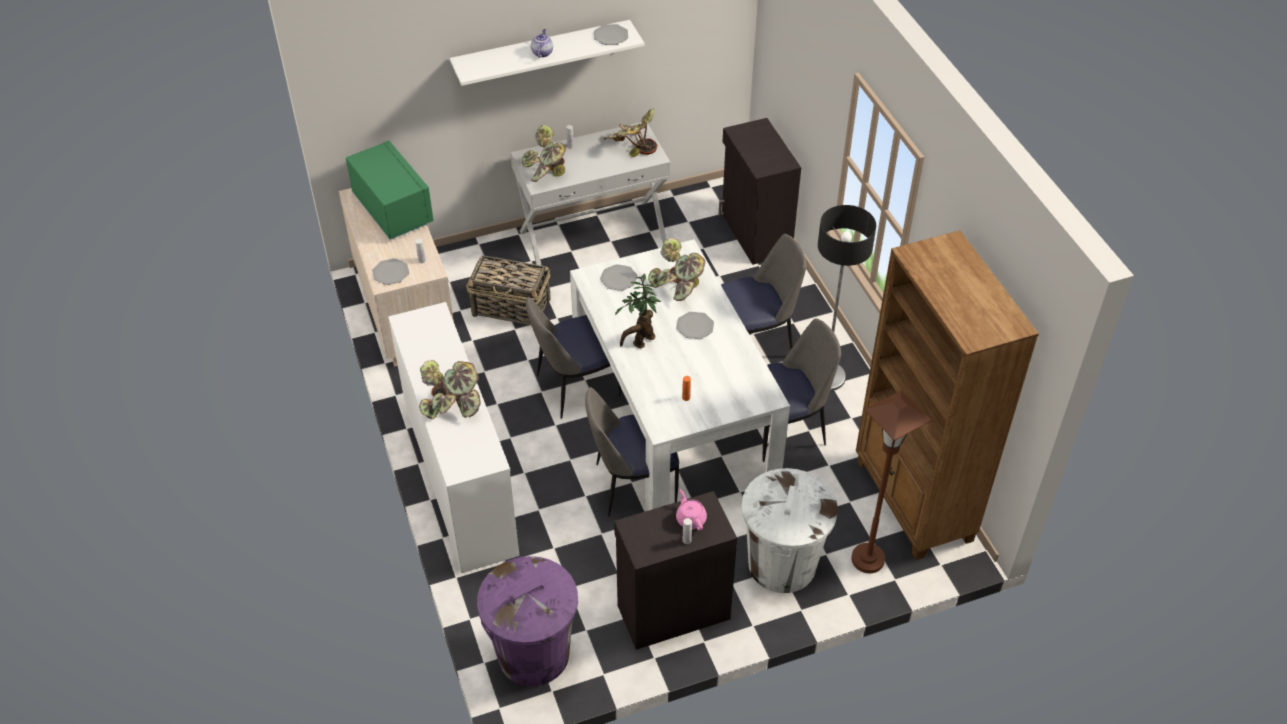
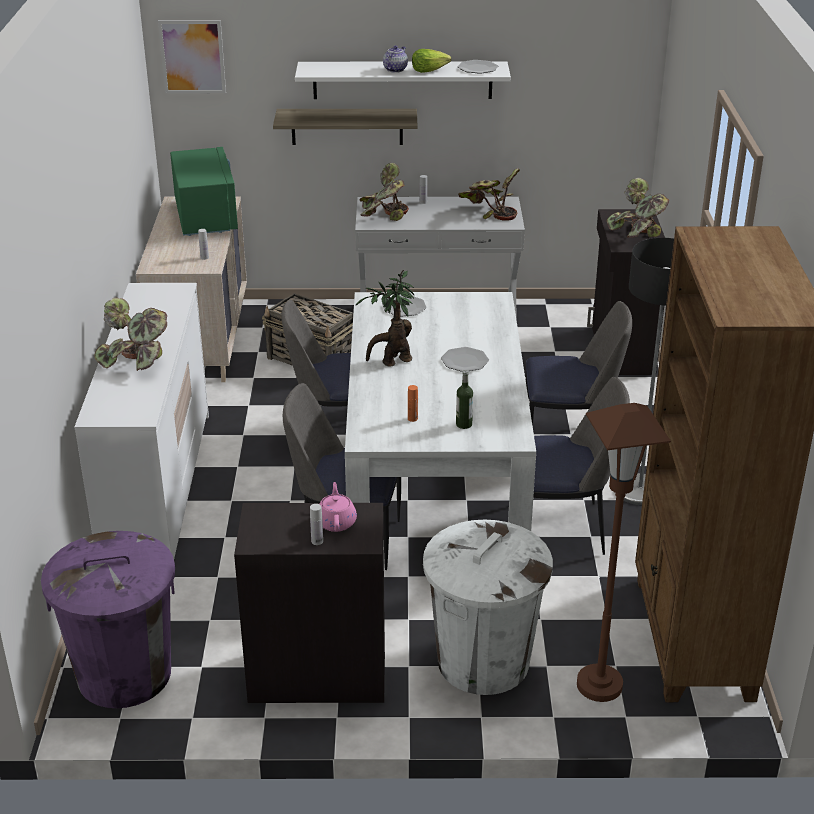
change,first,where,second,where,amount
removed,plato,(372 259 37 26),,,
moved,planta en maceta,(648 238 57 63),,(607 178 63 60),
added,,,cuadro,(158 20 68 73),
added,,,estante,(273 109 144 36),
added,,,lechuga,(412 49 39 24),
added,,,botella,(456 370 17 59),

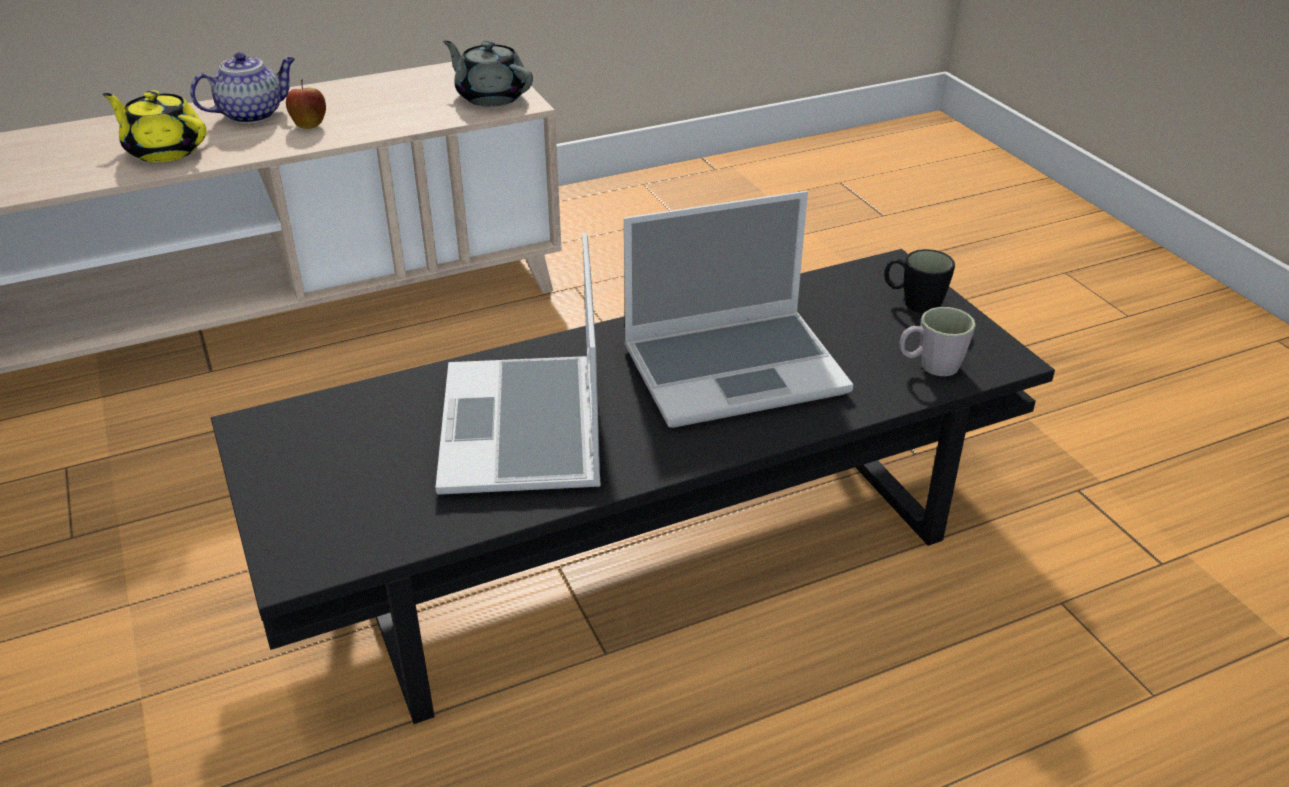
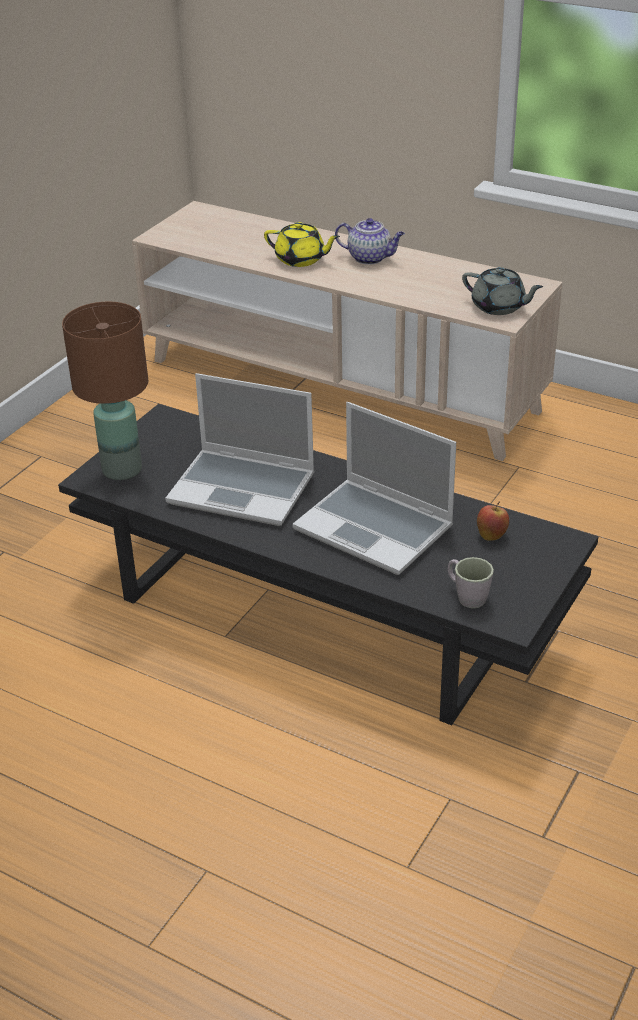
change,first,where,second,where,amount
turned,tetera (amarillo),(103 90 103 72),,(264 222 76 45),120 degrees clockwise
moved,manzana,(286 79 40 50),,(477 501 32 40),
turned,portátil,(435 233 166 262),,(165 373 150 153),120 degrees counterclockwise
turned,tetera (gris),(443 40 90 67),,(462 267 81 48),120 degrees clockwise
removed,taza grande (negro),(884 249 71 64),,,
added,,,lámpara de mesa (marrón),(62 302 86 178),

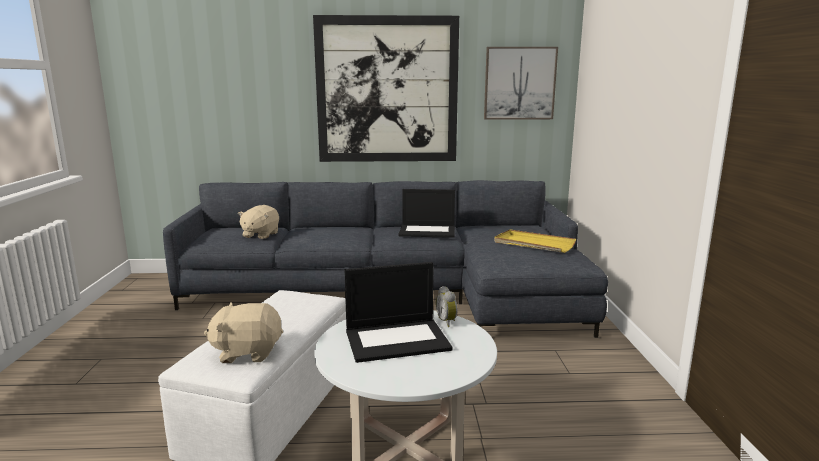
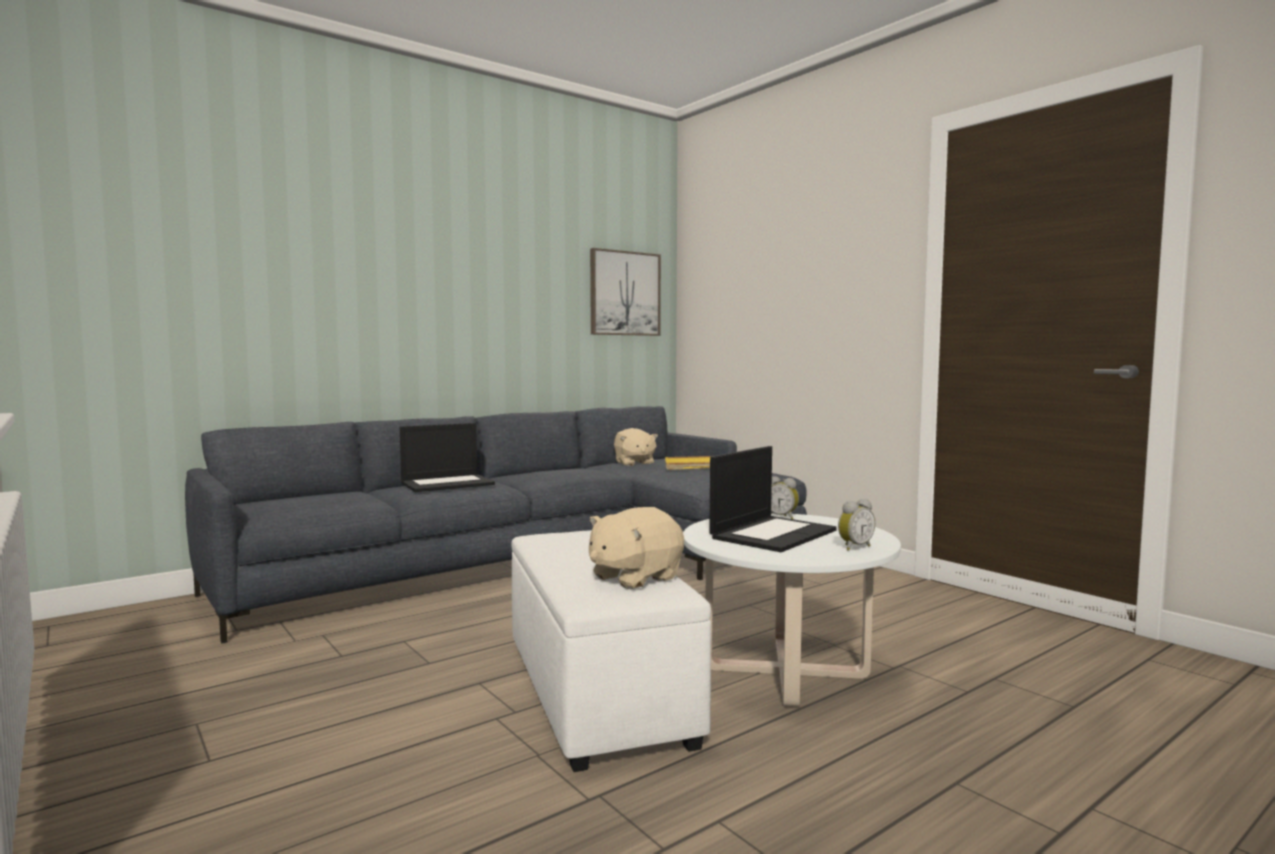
change,first,where,second,where,amount
moved,peluche (beis),(238 205 41 34),,(614 428 44 38),
removed,cuadro,(313 15 146 147),,,
moved,portátil,(399 189 56 49),,(400 423 95 69),
added,,,despertador,(838 499 37 52),

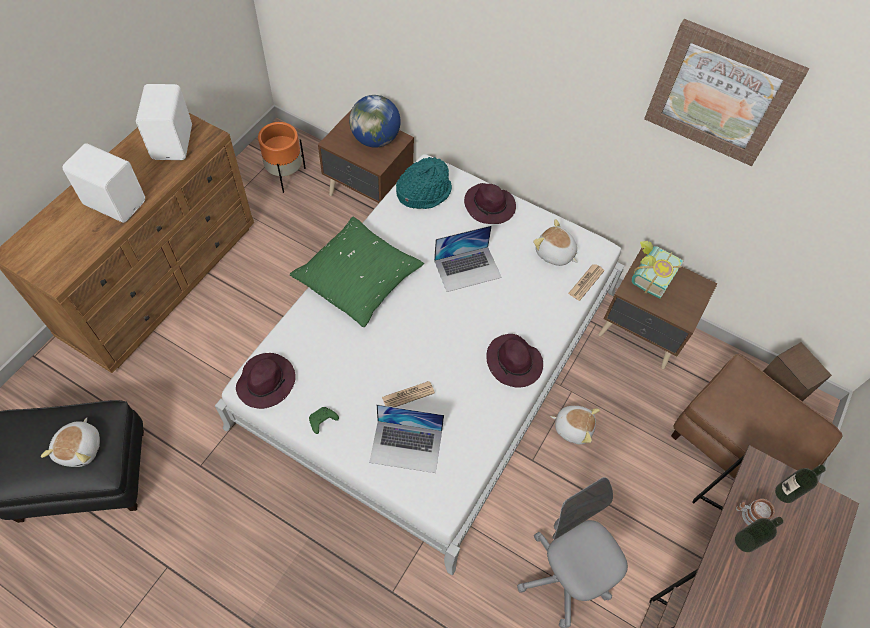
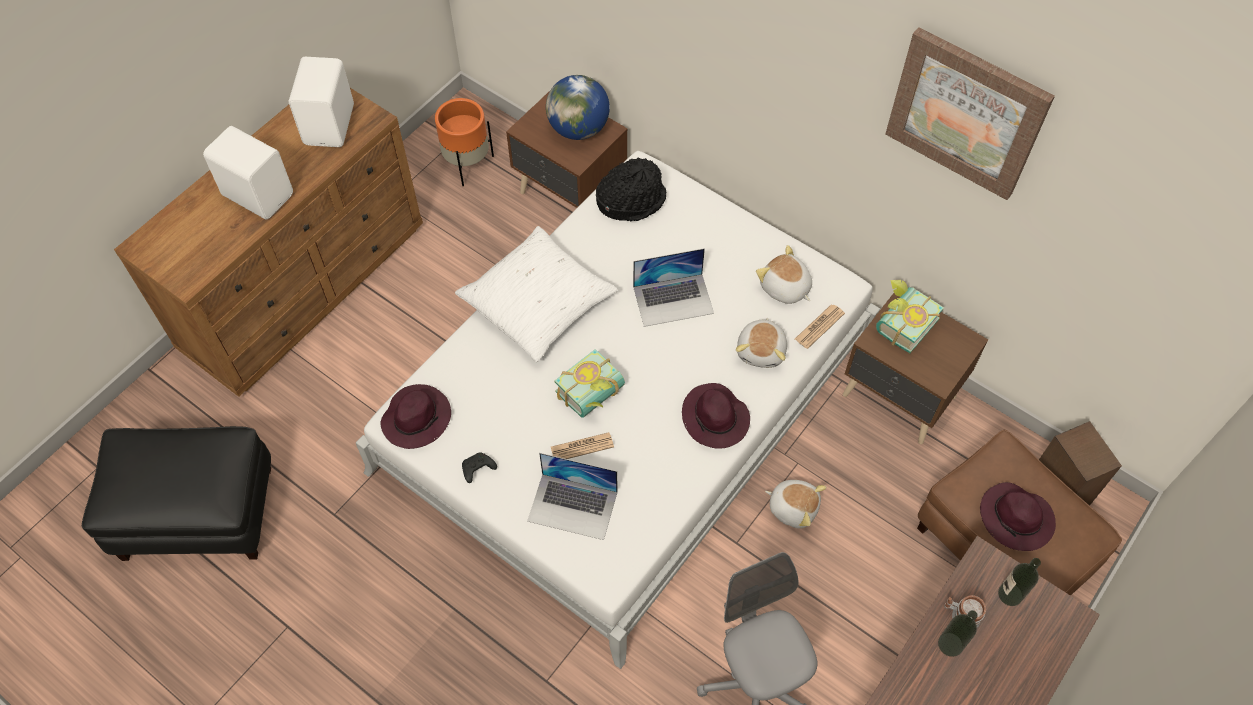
change,first,where,second,where,amount
moved,peluche,(41 417 59 50),,(736 318 51 50),
recoloured,cojín (verde),(289 217 135 110),cojín (blanco),(455 226 164 136),
recoloured,mando de consola (verde),(309 407 30 27),mando de consola (negro),(462 452 35 31),
recoloured,sombrero (turquesa),(396 157 56 52),sombrero (negro),(596 158 70 63),
moved,sombrero (morado),(464 183 52 41),,(980 482 76 69),
added,,,libro,(554 349 71 69),

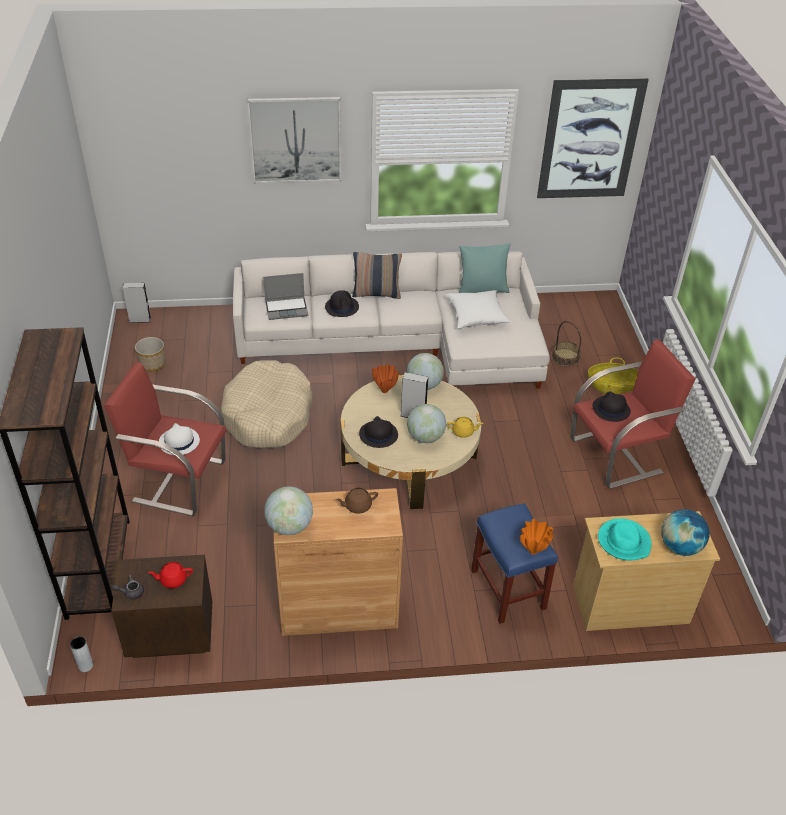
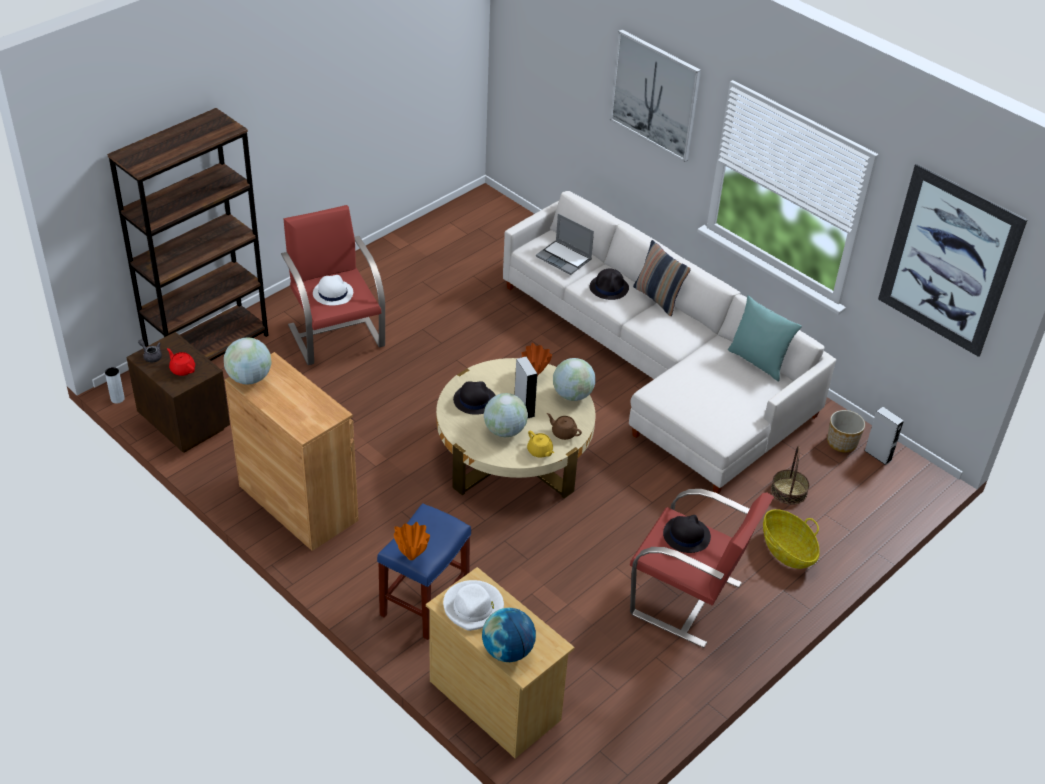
change,first,where,second,where,amount
moved,altavoz (gris),(123 283 28 40),,(864 406 40 59),
moved,maceta,(135 337 30 34),,(827 410 38 42),
removed,cama para perro (beis),(220 360 93 89),,,
moved,tetera (marrón),(336 488 42 26),,(547 413 35 27),
removed,cojín (blanco),(446 290 64 39),,,
recoloured,sombrero (turquesa),(598 518 53 43),sombrero (blanco),(443 580 61 51),

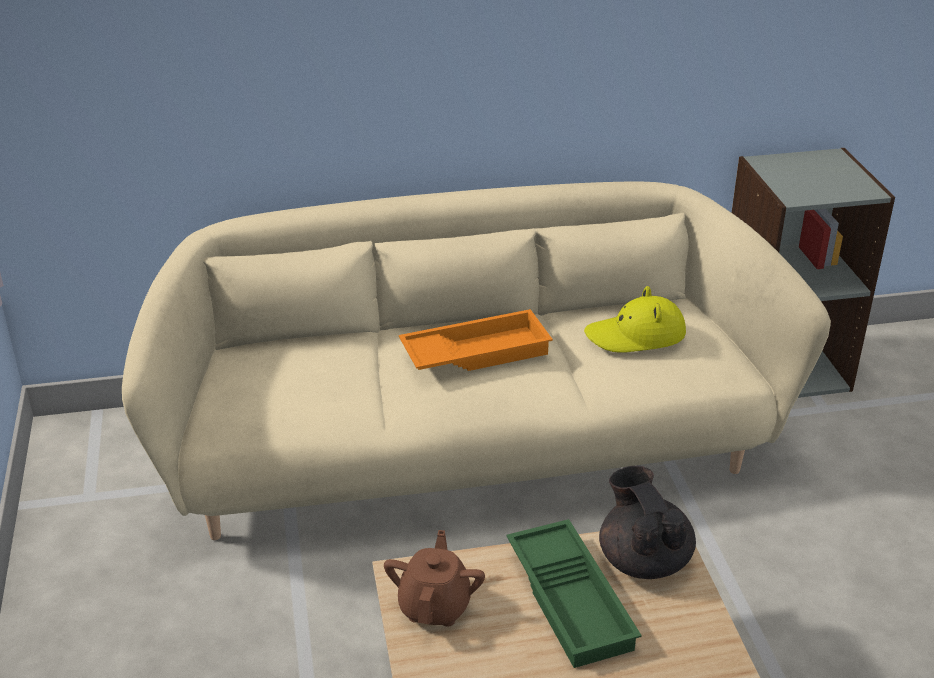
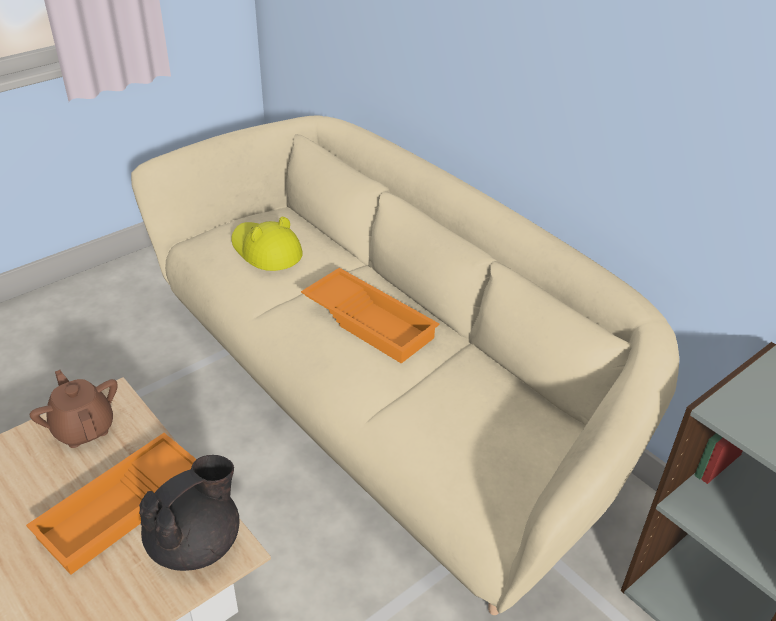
change,first,where,second,where,amount
turned,tetera (marrón),(384 530 101 97),,(30 370 88 78),105 degrees counterclockwise
recoloured,bandeja (verde),(506 519 136 149),bandeja (naranja),(26 433 170 142),
moved,sombrero (amarillo),(584 286 102 67),,(231 217 72 54),

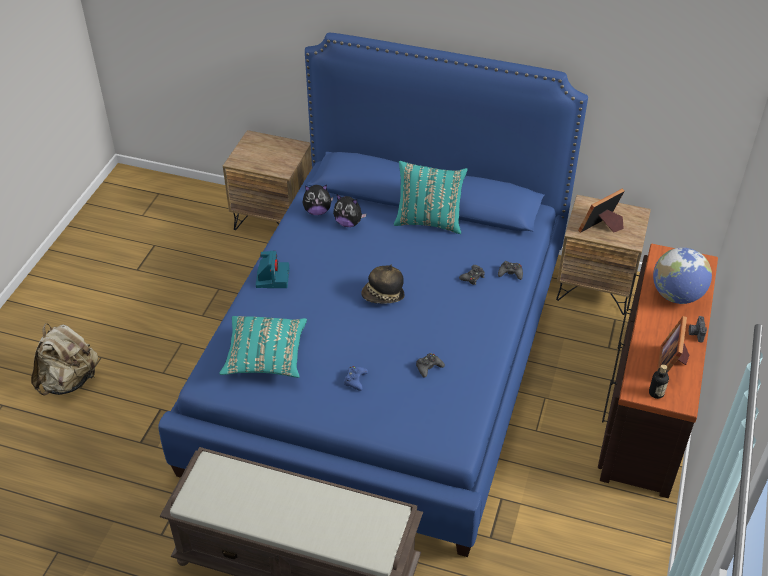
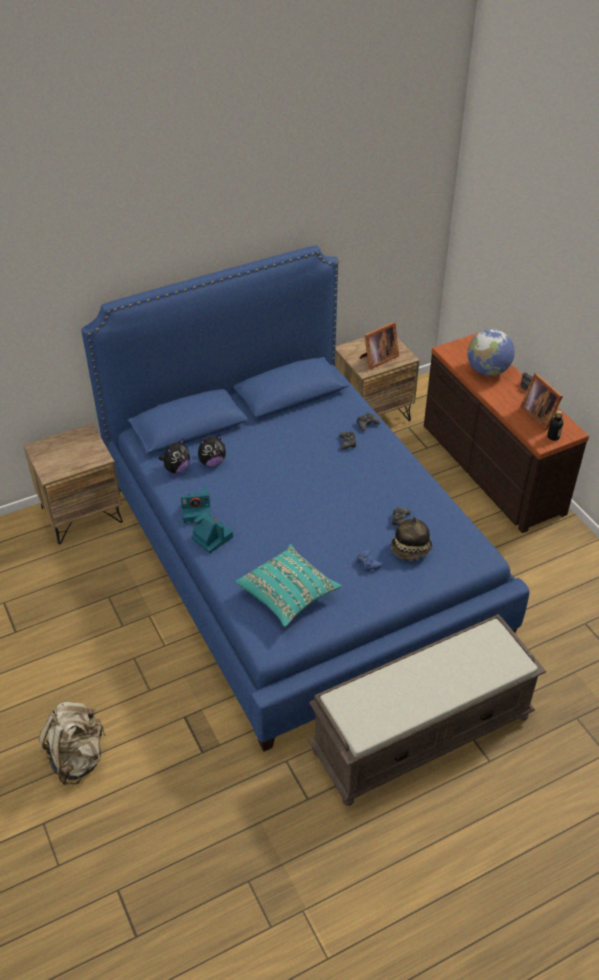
change,first,where,second,where,amount
moved,sombrero,(361 265 43 39),,(391 517 41 44),
removed,cojín (turquesa),(394 161 73 73),,,
turned,portarretratos,(578 188 47 45),,(360 322 39 47),135 degrees counterclockwise
added,,,cámara,(181 486 30 38),

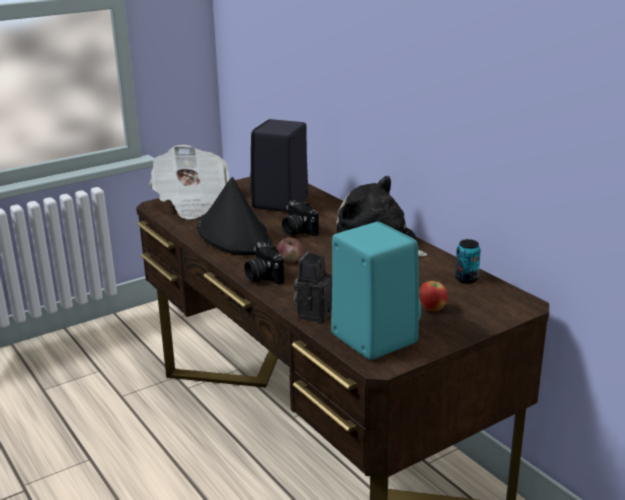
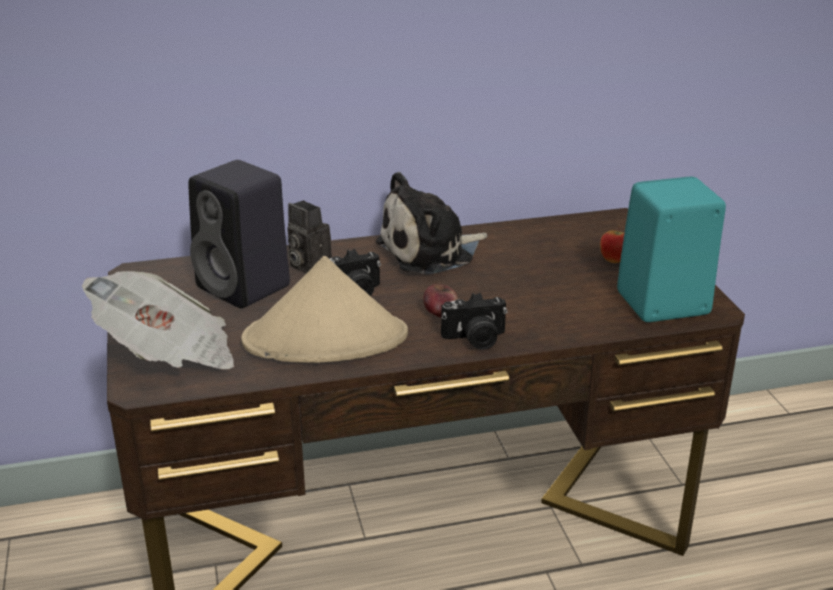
change,first,where,second,where,amount
recoloured,sombrero (negro),(197 177 75 79),sombrero (beis),(241 256 167 107),
moved,cámara,(294 251 38 72),,(288 200 44 73),
removed,lata,(455 239 26 44),,,

